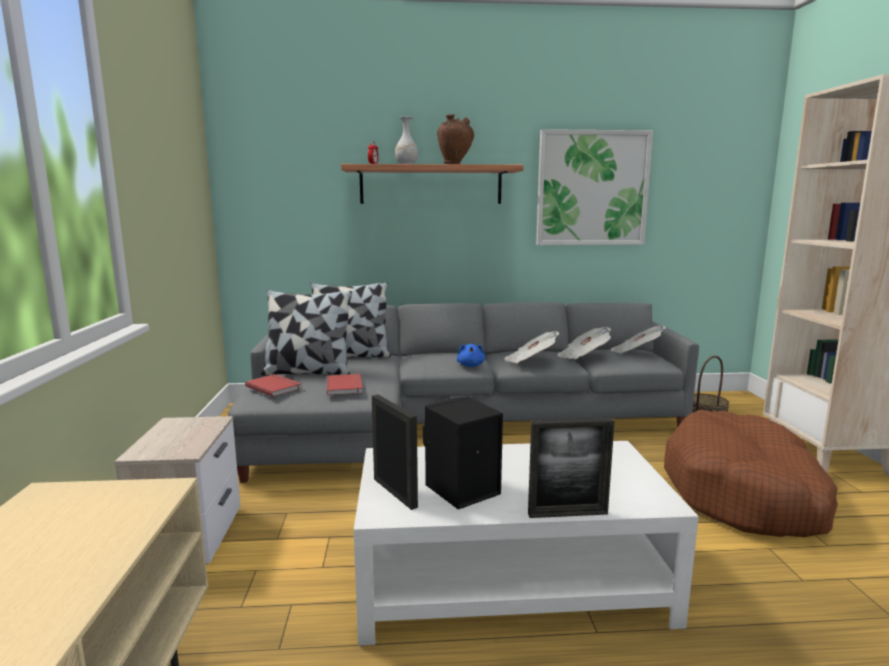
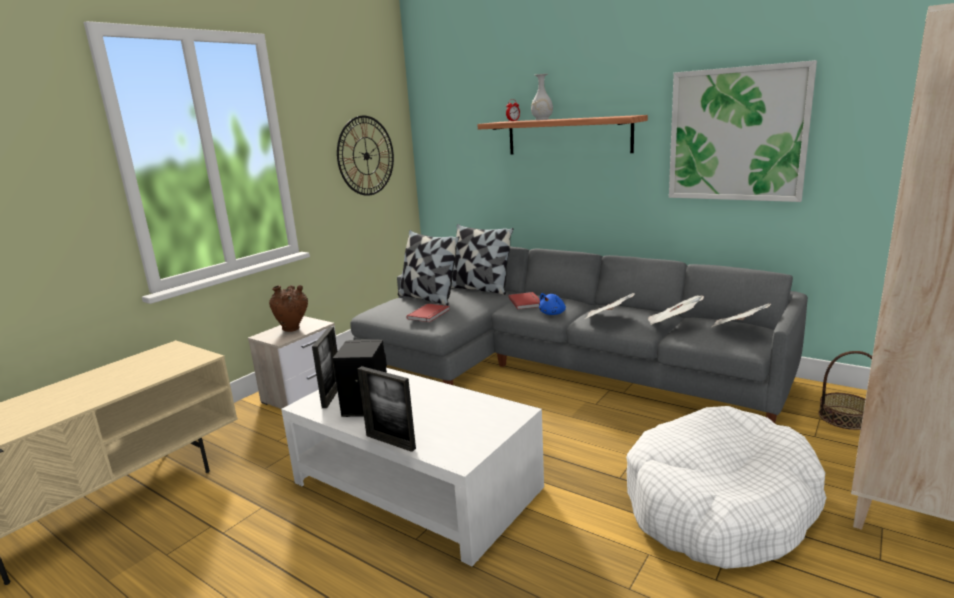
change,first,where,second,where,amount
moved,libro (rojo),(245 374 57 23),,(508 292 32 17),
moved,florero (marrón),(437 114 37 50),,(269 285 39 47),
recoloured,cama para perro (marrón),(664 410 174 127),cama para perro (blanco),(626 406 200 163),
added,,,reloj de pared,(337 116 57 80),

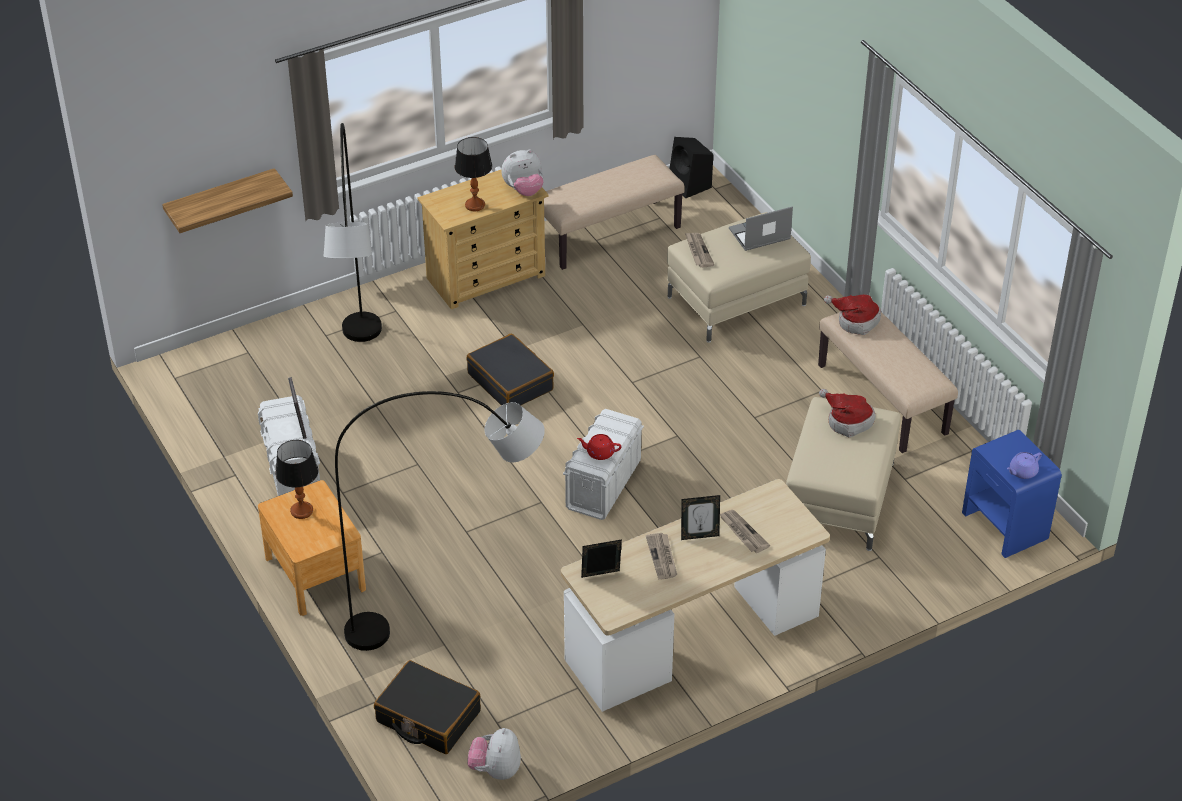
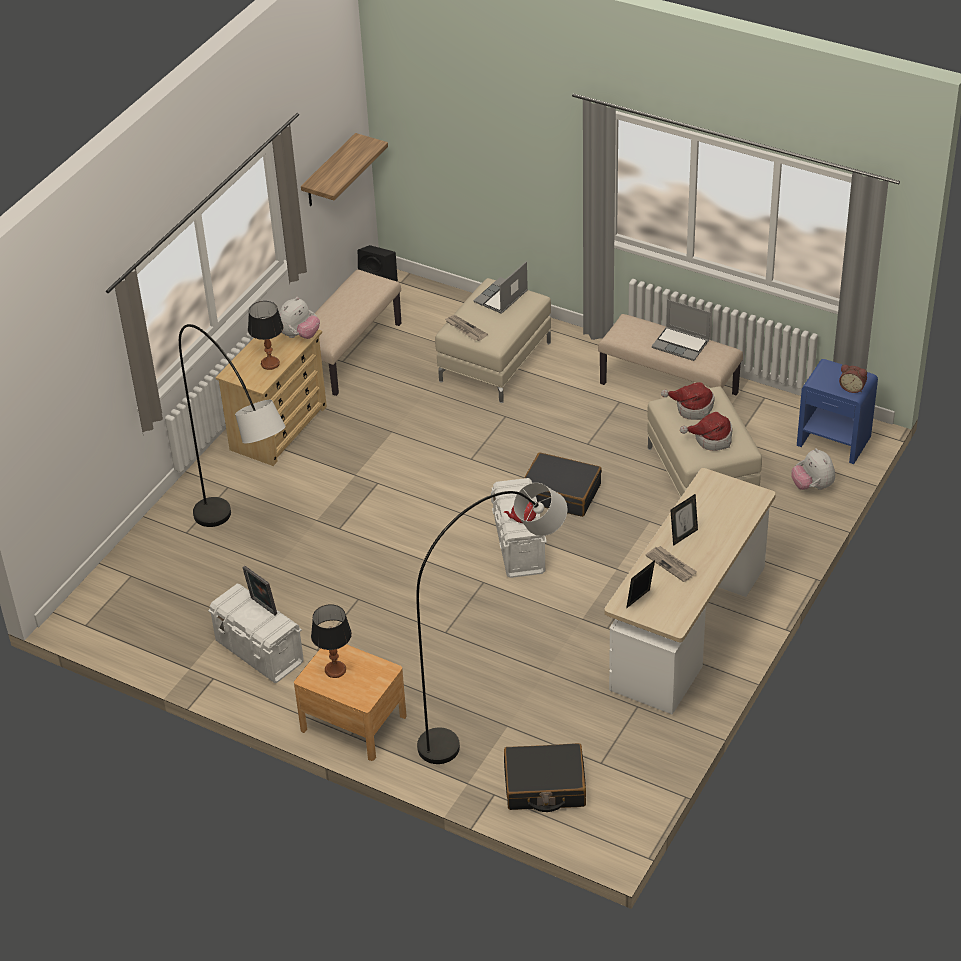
change,first,where,second,where,amount
moved,estante,(162 168 131 65),,(301 133 87 73),
moved,maleta (negro),(466 333 88 73),,(524 452 78 65),
moved,peluche,(467 728 54 52),,(791 448 44 42),
removed,periódico,(720 510 50 43),,,
moved,sombrero,(824 295 57 40),,(680 412 52 39),
replaced,tetera (morado),(1007 452 35 27),despertador,(839 365 28 28),
added,,,portátil,(652 299 58 62),

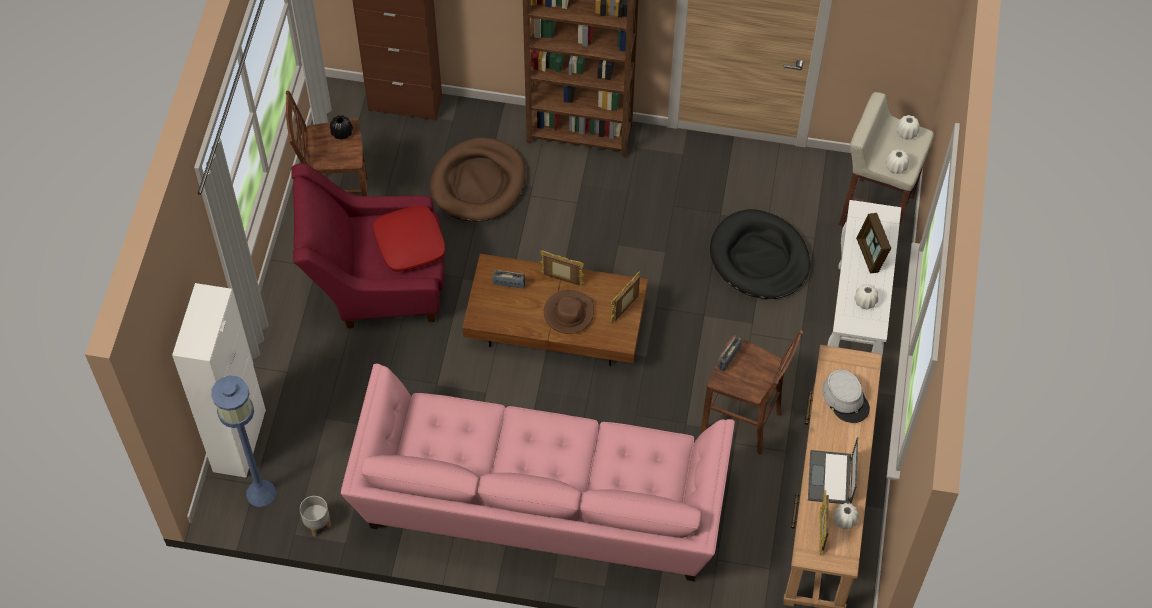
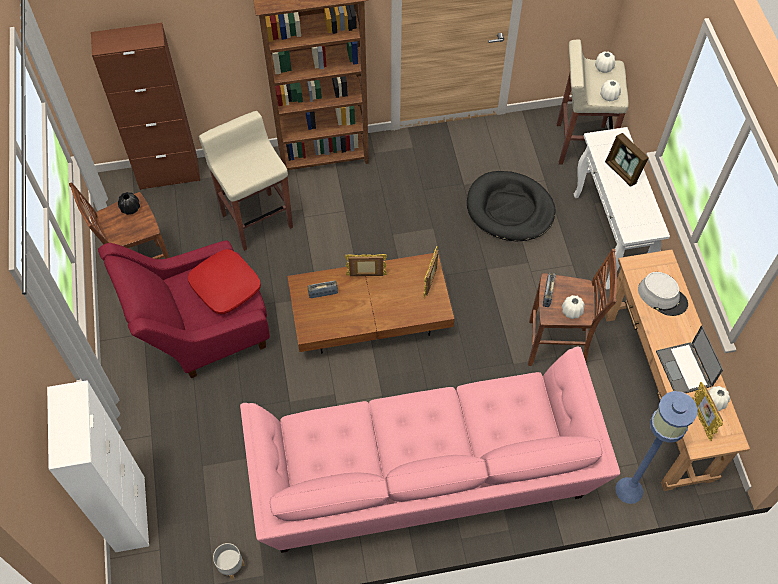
change,first,where,second,where,amount
moved,lámpara de pie (azul),(211 376 65 131),,(615 391 83 113),
replaced,cama para perro (marrón),(430 137 96 85),taburete (beis),(199 111 94 140),
removed,sombrero (marrón),(544 290 50 44),,,
moved,florero (blanco),(854 284 24 25),,(562 295 23 24),

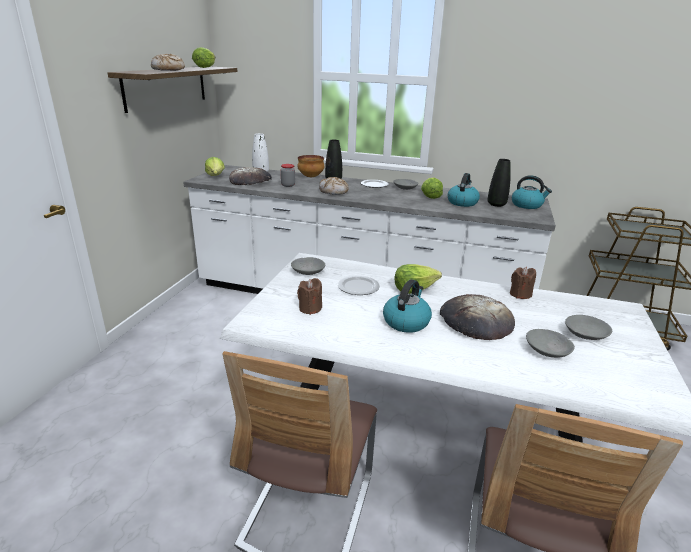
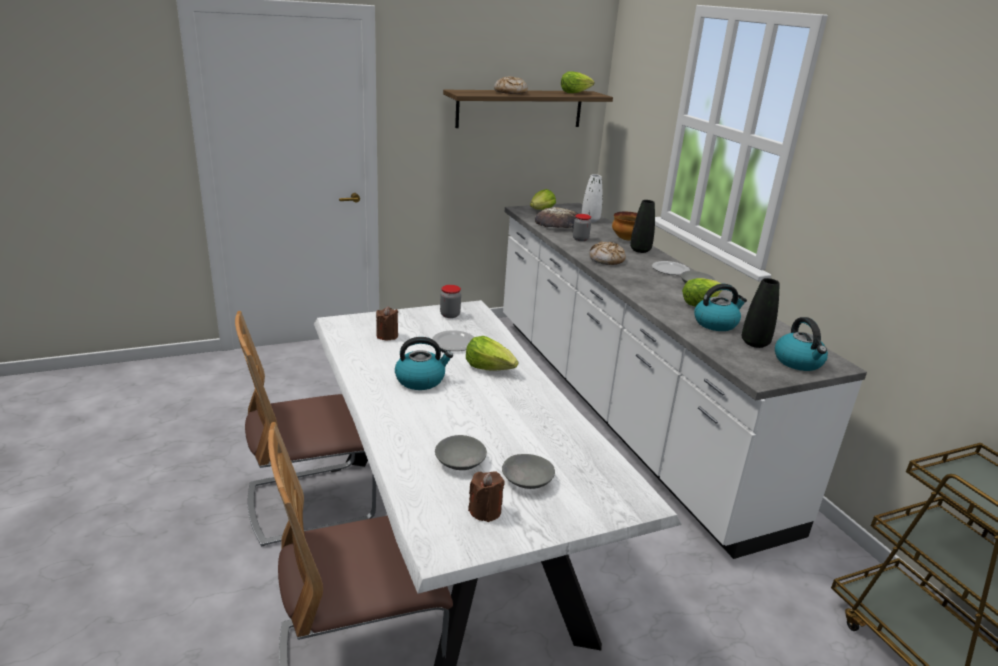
change,first,where,second,where,amount
replaced,cuenco (gris),(291 257 34 18),tarro,(440 285 21 33),
removed,pan,(440 294 75 46),,,
moved,vela (marrón),(510 267 26 32),,(468 471 37 51),

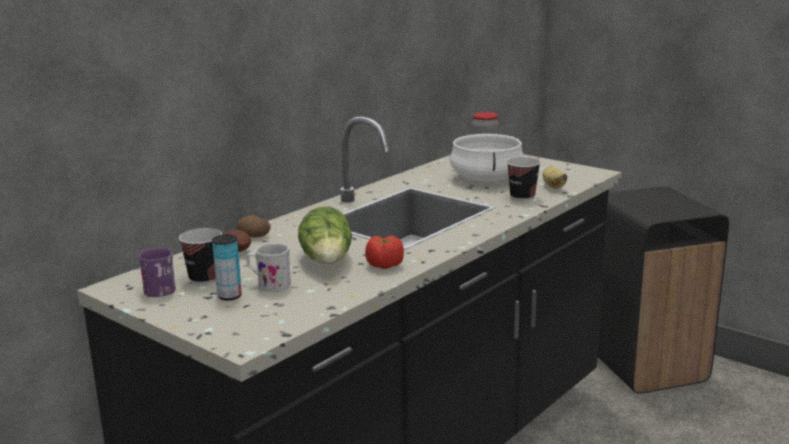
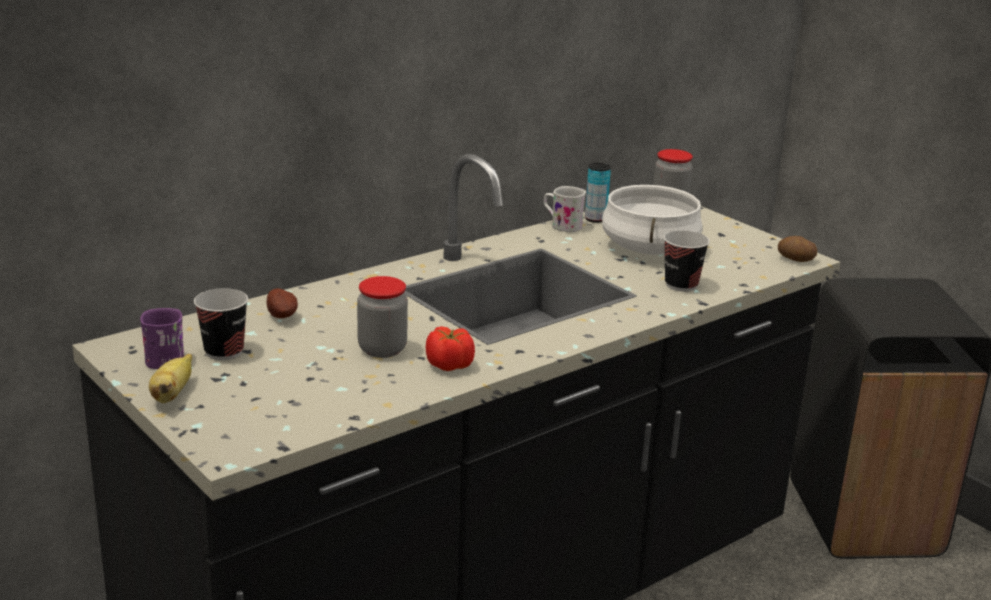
change,first,where,second,where,amount
moved,lata,(212 235 30 65),,(585 163 26 60),
moved,patata,(236 215 35 22),,(778 236 39 26),
moved,taza grande (blanco),(246 243 45 49),,(544 186 42 46),
replaced,lechuga,(298 206 54 58),tarro,(357 276 51 82),
moved,plátano,(543 166 25 23),,(149 354 43 49),

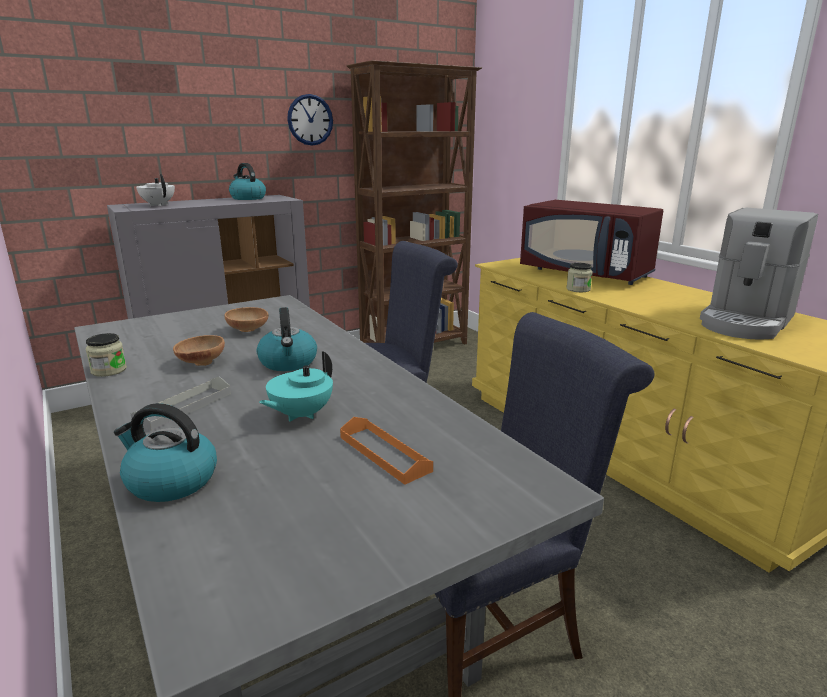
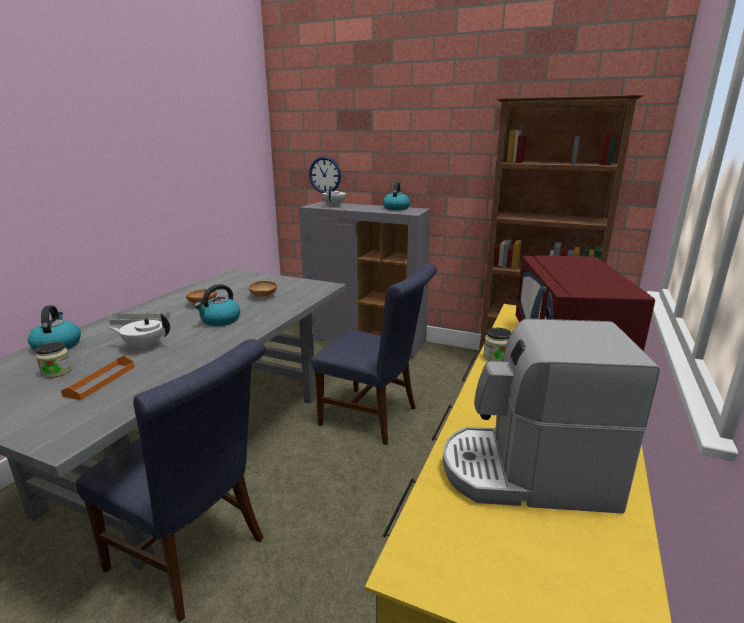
change,first,where,second,where,amount
moved,tarro,(86 333 41 44),,(35 342 37 36),
recoloured,tetera (turquesa),(259 351 74 71),tetera (blanco),(110 314 60 37),
moved,reloj de pared,(287 94 46 52),,(309 157 32 36),

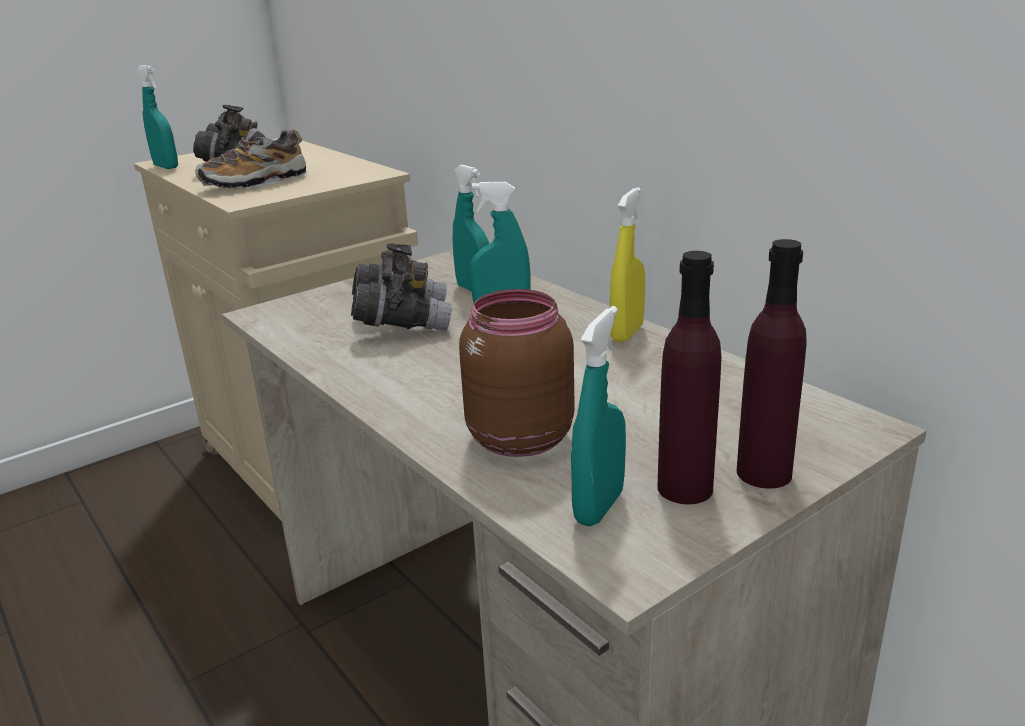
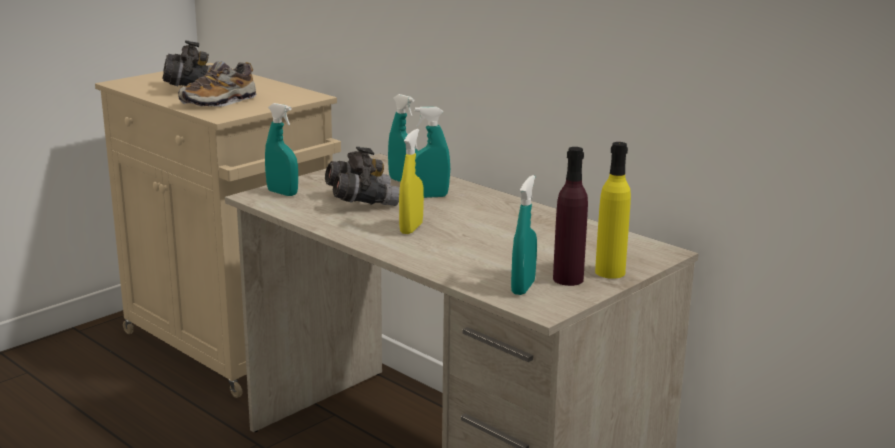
change,first,where,second,where,amount
moved,pulverizador (turquesa),(137 65 41 104),,(265 103 33 93),
removed,tarro (marrón),(459 289 116 168),,,
moved,pulverizador (amarillo),(610 187 35 155),,(399 129 25 105),
recoloured,botella (morado),(737 239 70 250),botella (amarillo),(595 142 36 137),

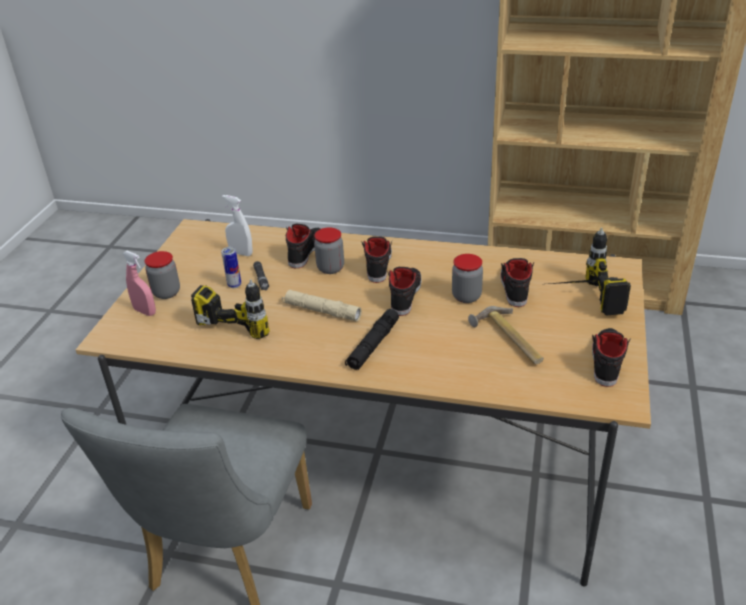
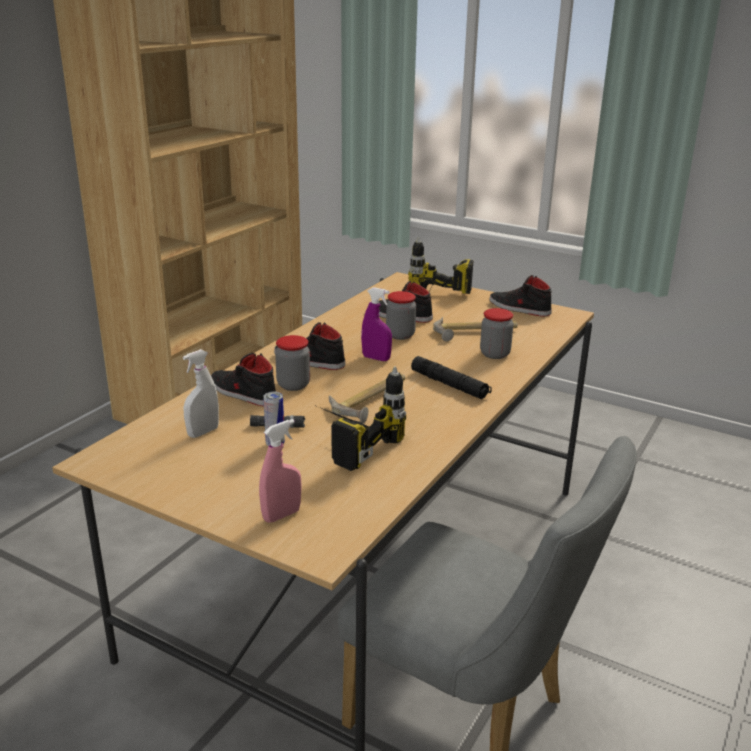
change,first,where,second,where,amount
moved,tarro,(145 251 35 48),,(480 308 34 51),
replaced,linterna (beis),(282 290 80 31),martillo,(329 373 76 50),
replaced,zapato (negro),(387 267 35 49),pulverizador (morado),(361 287 31 74),

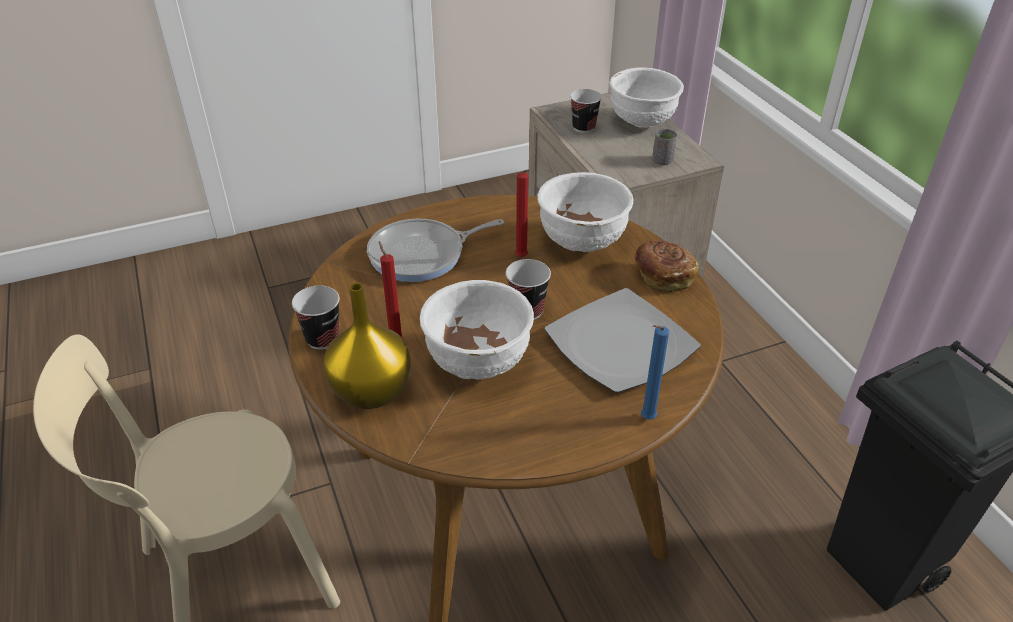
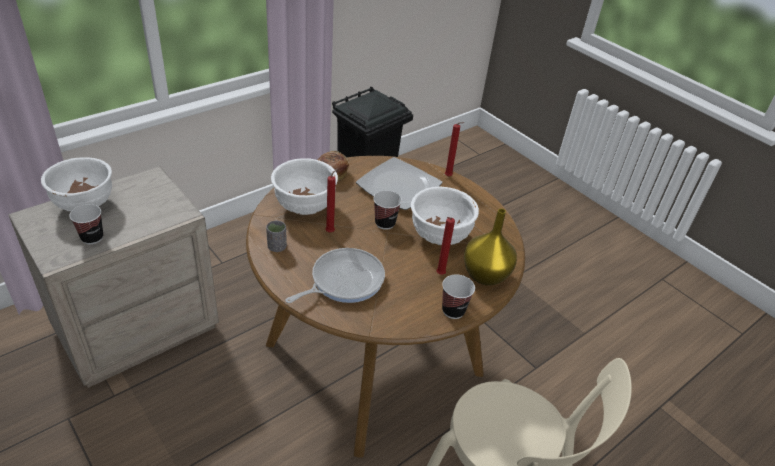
change,first,where,second,where,amount
turned,sartén,(367 218 137 64),,(285 248 100 55),90 degrees counterclockwise
recoloured,vela (azul),(641 325 28 95),vela (rojo),(445 122 19 55),
moved,taza (gris),(652 129 25 36),,(266 221 21 31),

